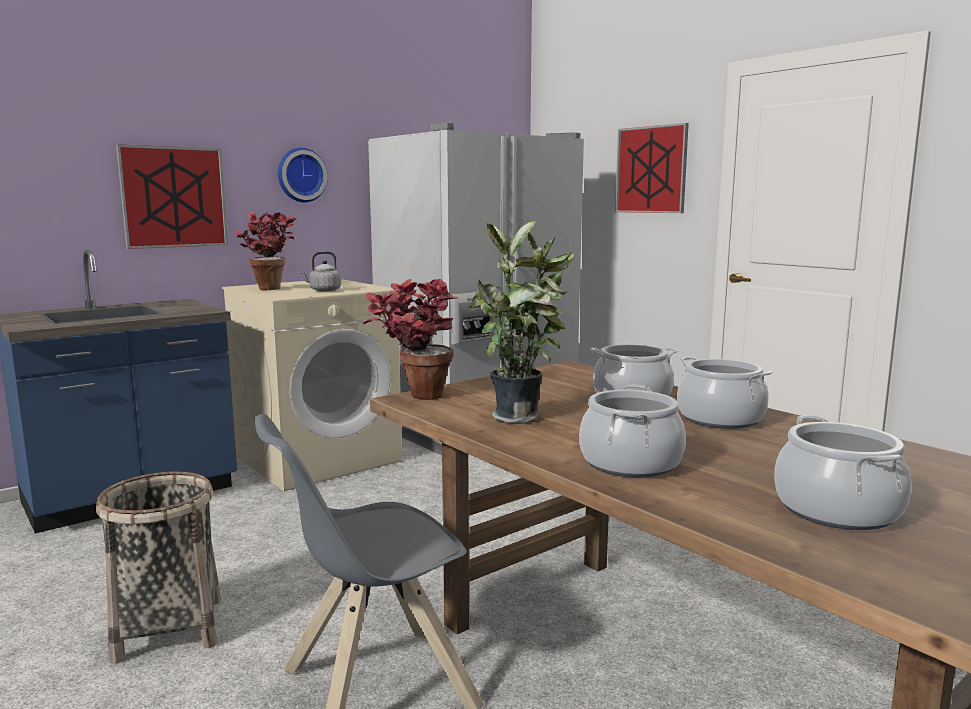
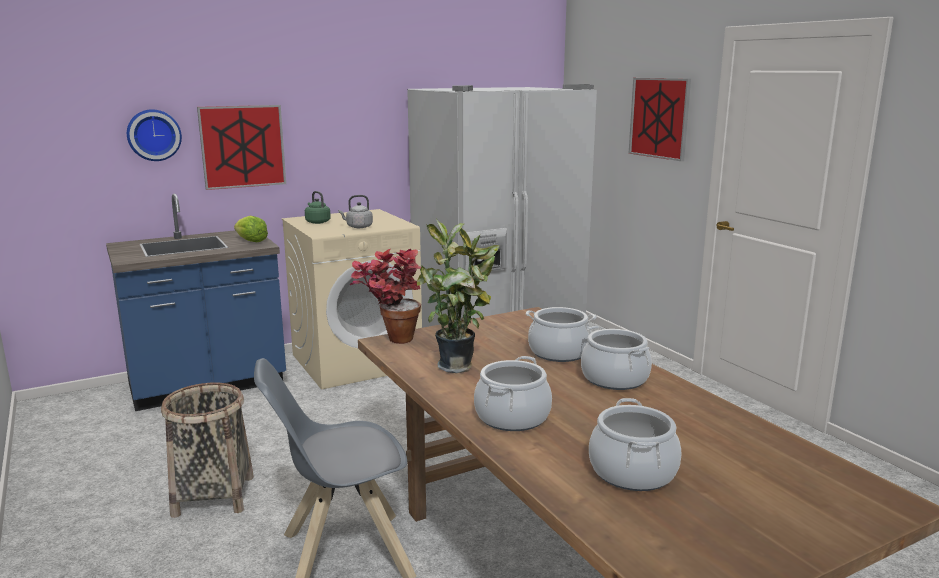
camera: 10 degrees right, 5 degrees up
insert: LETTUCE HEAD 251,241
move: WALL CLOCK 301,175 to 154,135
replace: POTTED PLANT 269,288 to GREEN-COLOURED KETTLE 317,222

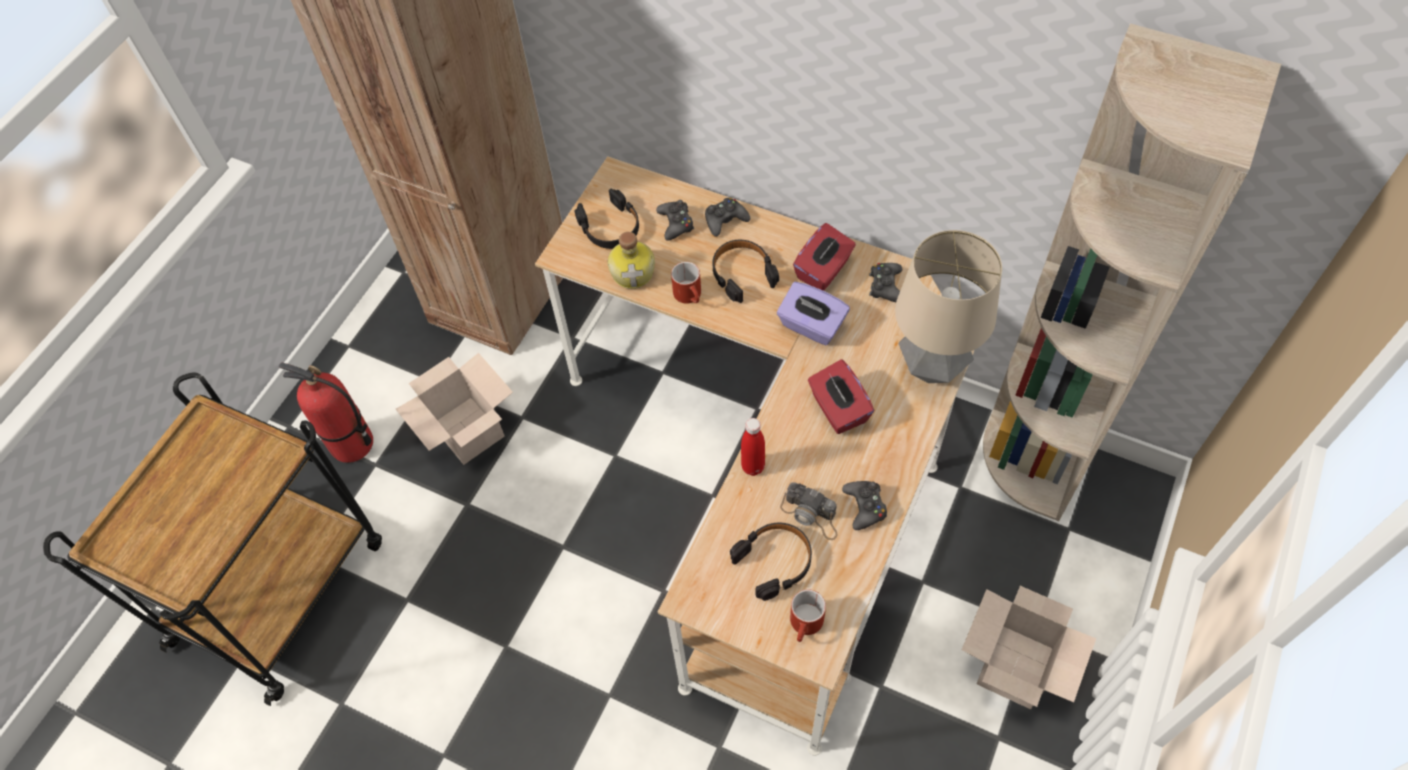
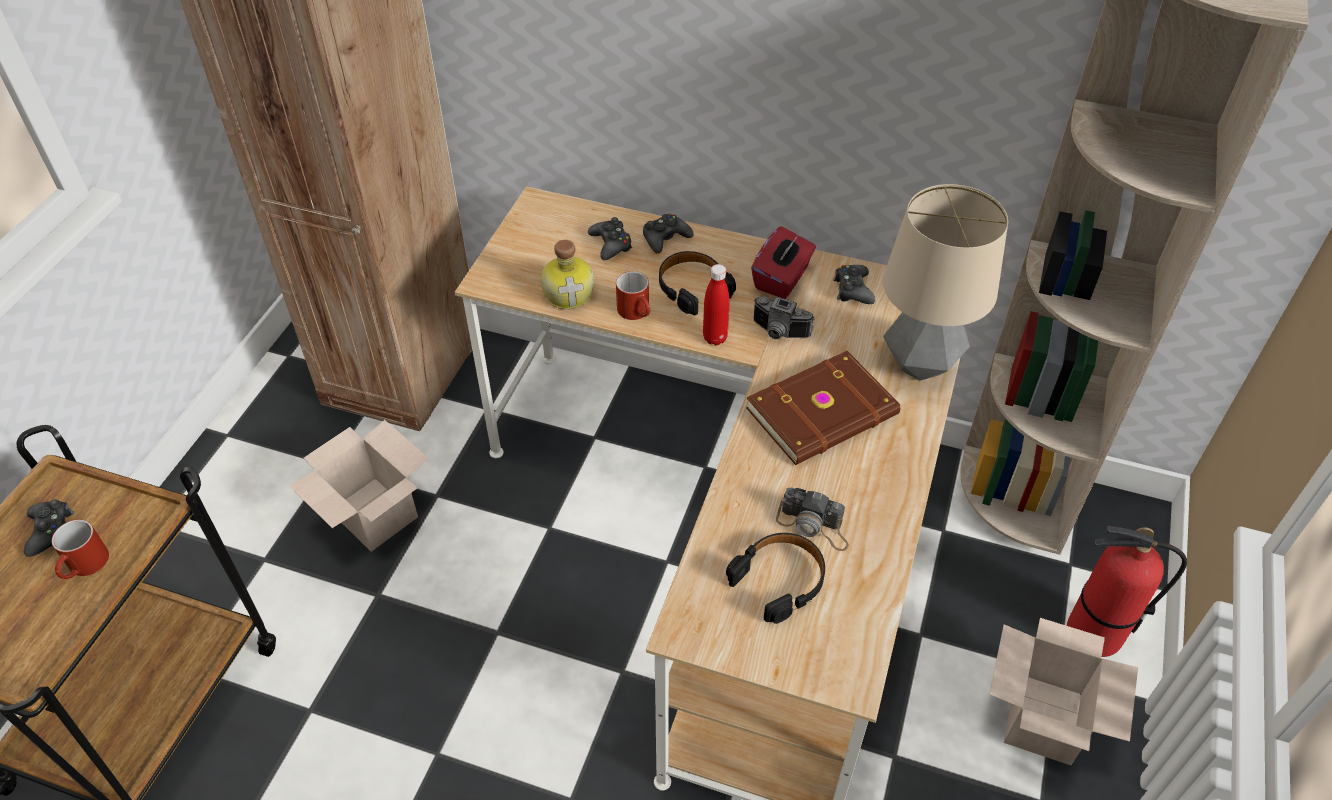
camera: 10 degrees left, 10 degrees down
delete: BLACK PAIR OF HEADPHONES 610,227
move: FIRE EXTINGUISHER 351,444 to 1093,634; RED BOTTLE 753,467 to 715,338; RED MUG 806,626 to 86,567; BLACK GAME CONTROLLER 865,507 to 51,531
replace: PURPLE-COLOURED TISSUE BOX 811,326 to PHOTO CAMERA 778,333; RED TISSUE BOX 838,409 to BROWNISH BOOK 824,413

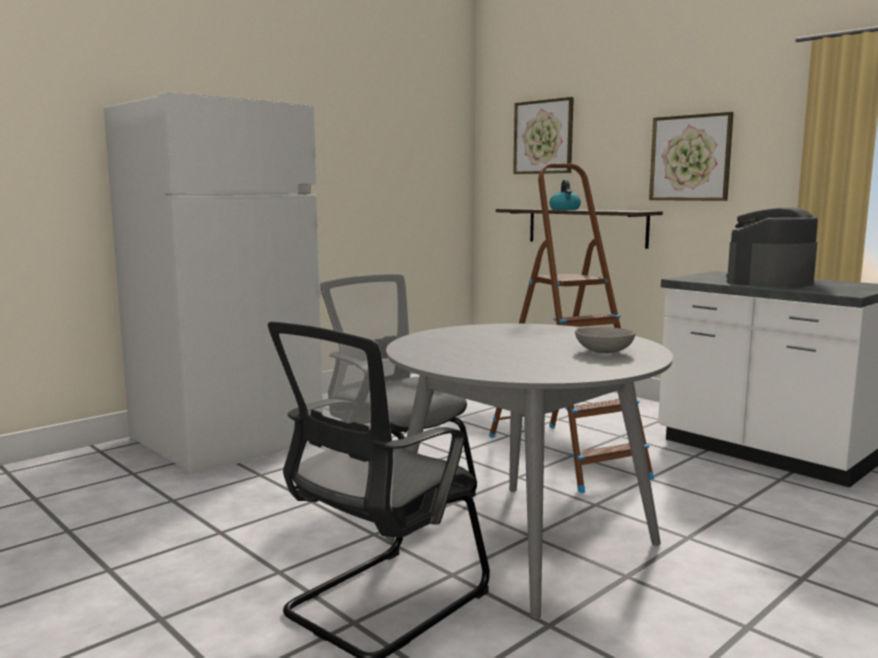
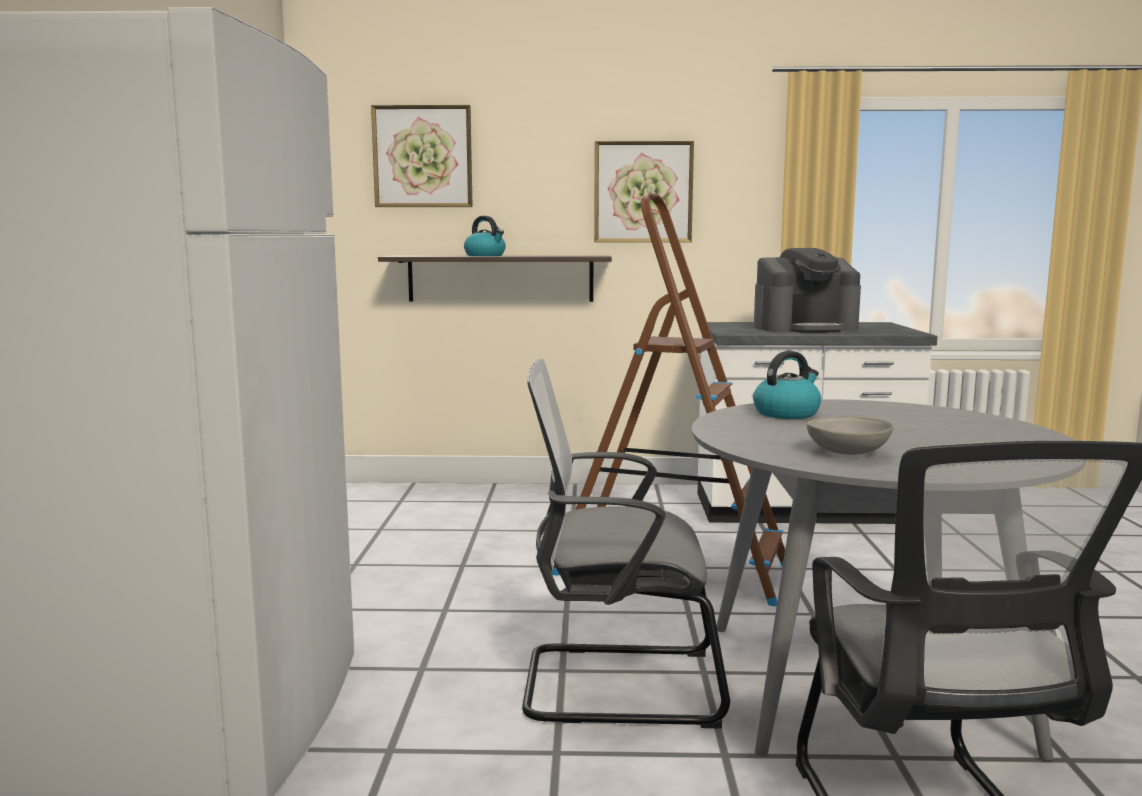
camera: 45 degrees left, 0 degrees up
insert: KETTLE 787,413
move: GRAY SERVING BOWL 603,352 to 848,453
rotate: COFFEE MAKER 769,281 = 805,328 105 degrees counterclockwise

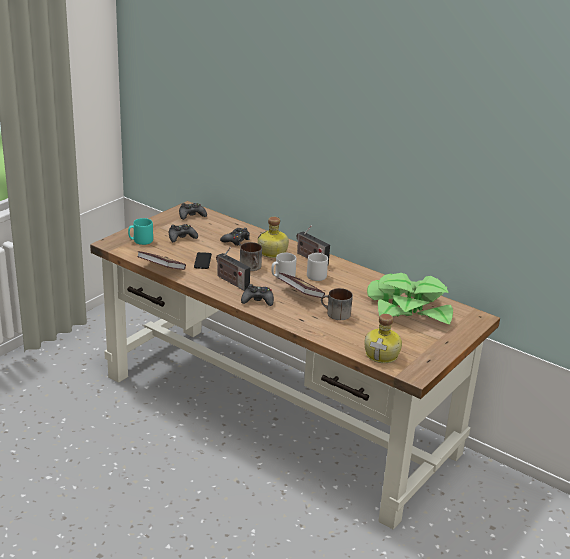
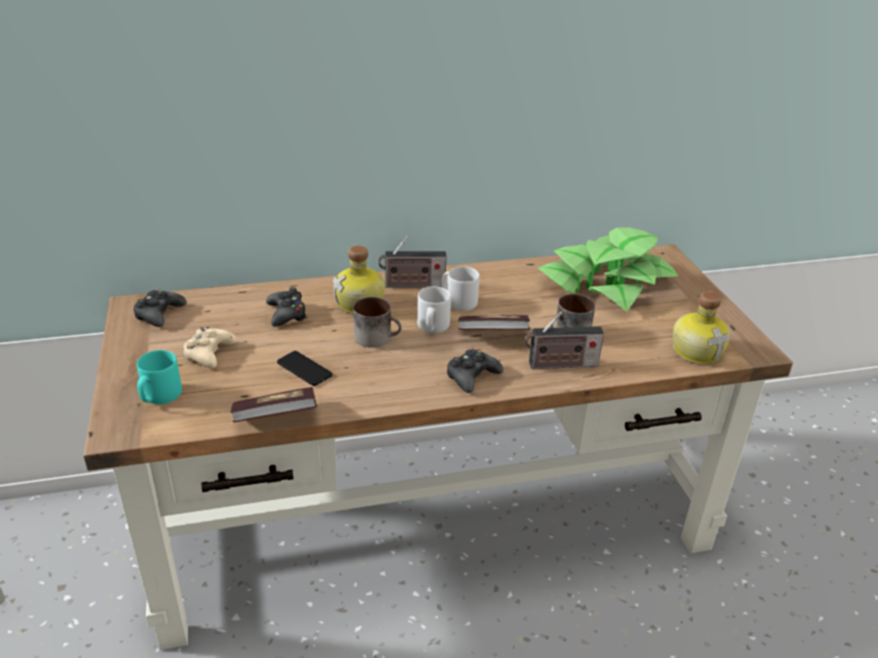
camera: 50 degrees left, 5 degrees up
move: RADIO RECEIVER 231,281 to 560,365
recolor: BLACK GAME CONTROLLER 181,237 to BEIGE GAME CONTROLLER 209,353

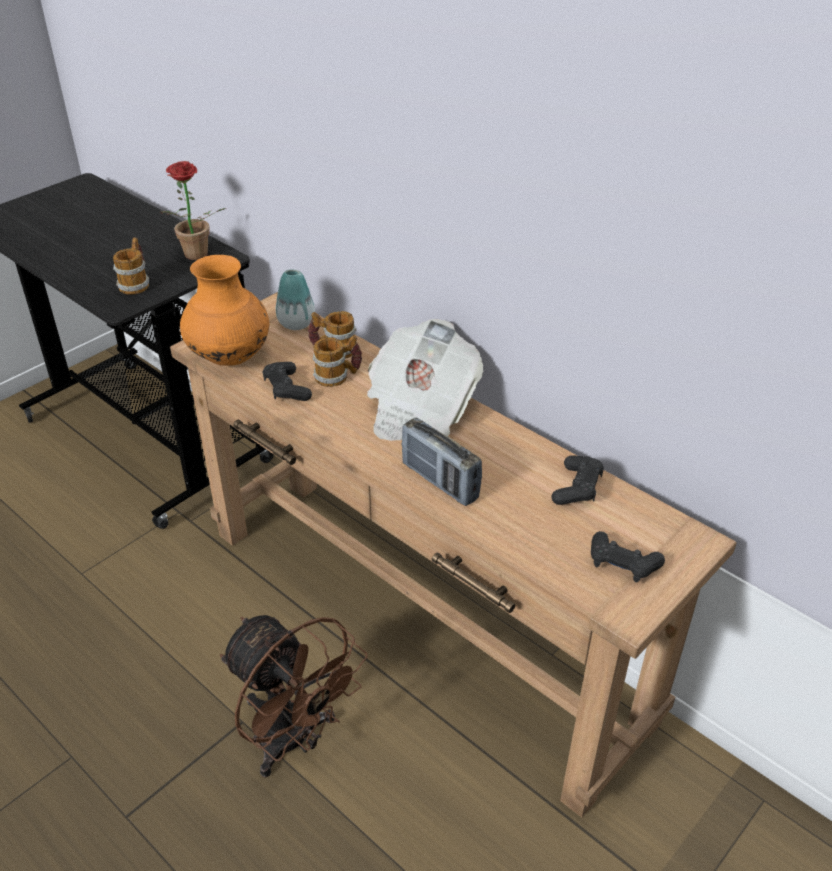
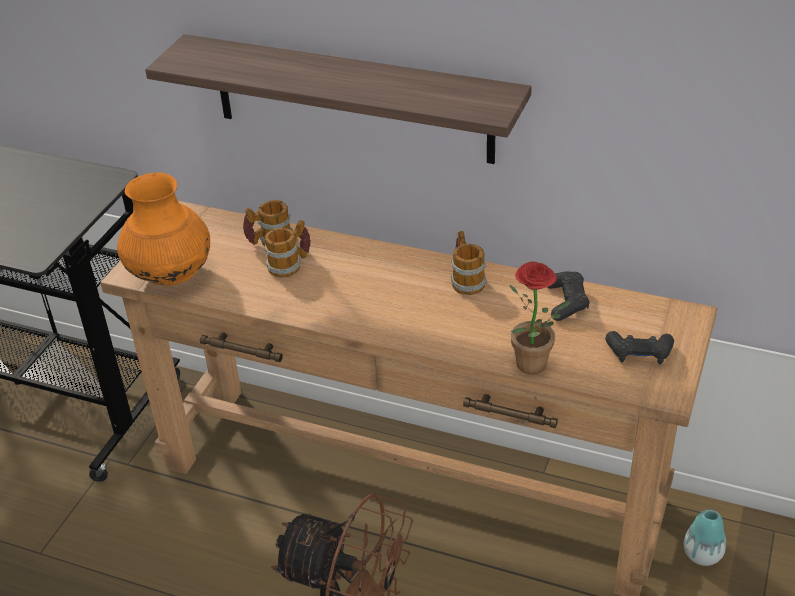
camera: 20 degrees left, 0 degrees up
delete: BLACK GAME CONTROLLER 286,389; PRINTED PAPER 419,408; RADIO RECEIVER 440,481
insert: WALL SHELF 352,99
move: MUG 136,283 to 466,280; POTTED PLANT 194,257 to 533,368; FLOWER VASE 296,324 to 702,554

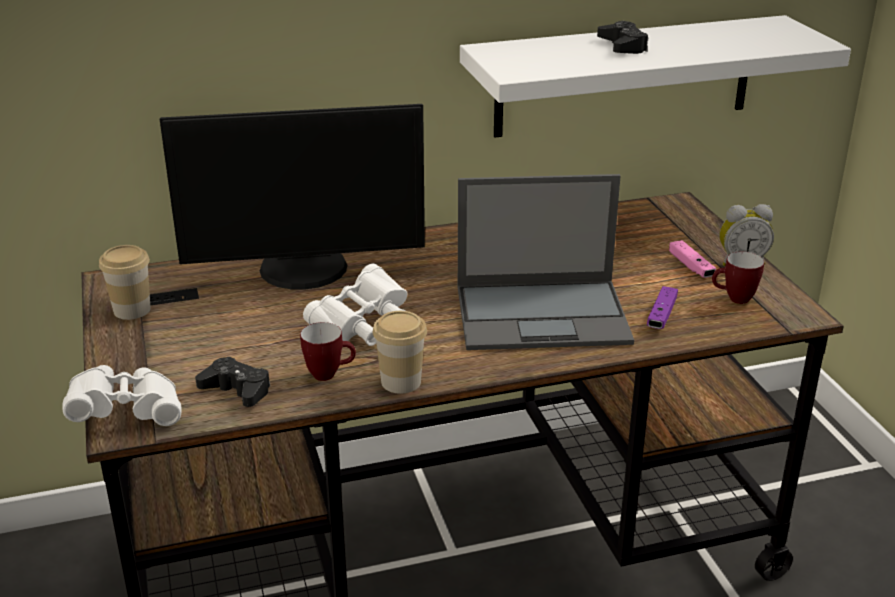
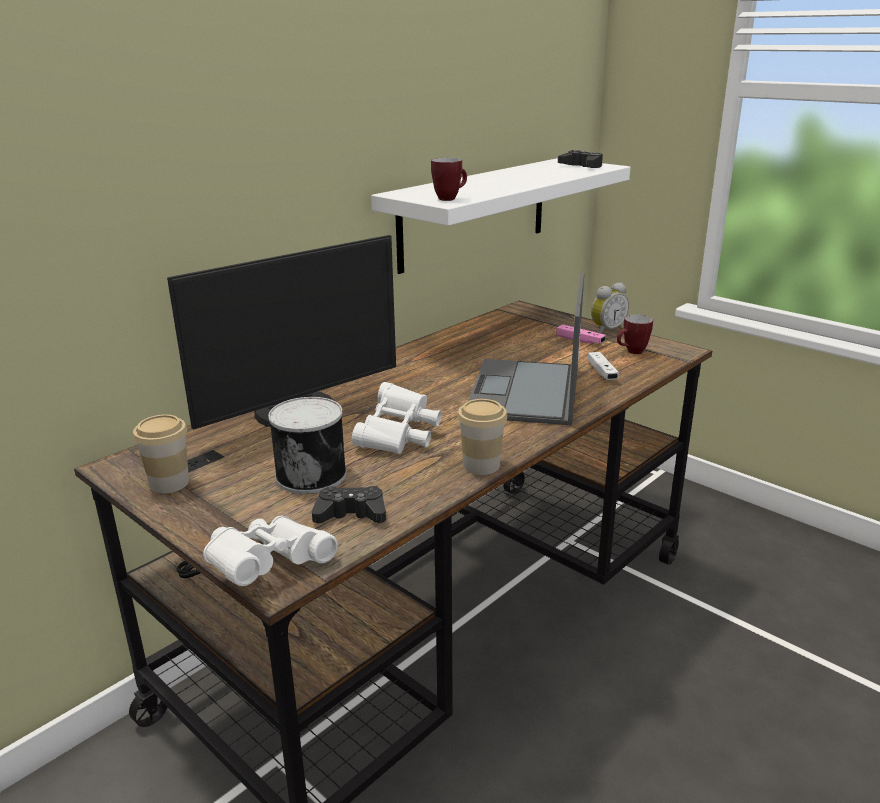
camera: 30 degrees left, 5 degrees down
insert: METAL CAN 312,474
move: MUG 329,374 to 450,198; BLACK GAME CONTROLLER 623,46 to 581,166
recolor: PURPLE-COLOURED GAME CONTROLLER 661,315 to WHITE GAME CONTROLLER 602,372
rotate: LAPTOP 544,314 = 525,392 135 degrees clockwise

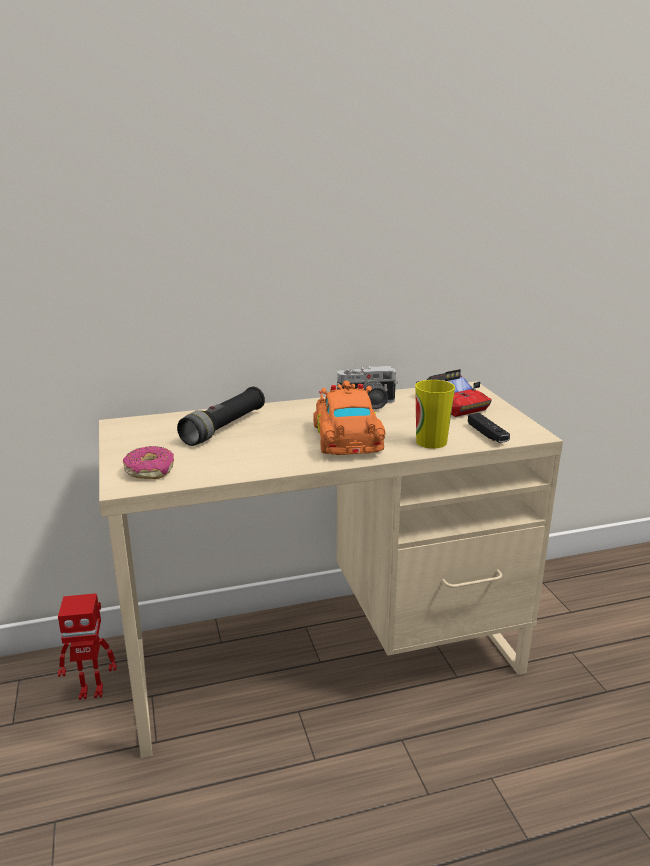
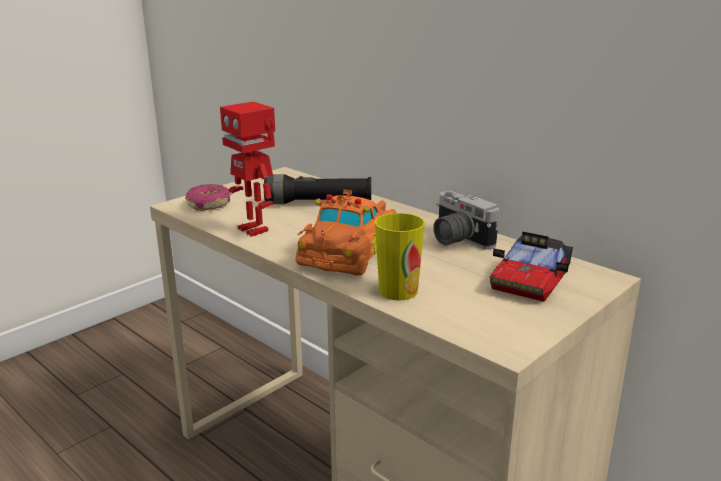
camera: 60 degrees right, 0 degrees up
delete: BLACK GAME CONTROLLER 487,434
move: MODEL ROBOT 92,691 to 254,229
rotate: ORANGE MODEL CAR 346,440 = 350,252 150 degrees clockwise

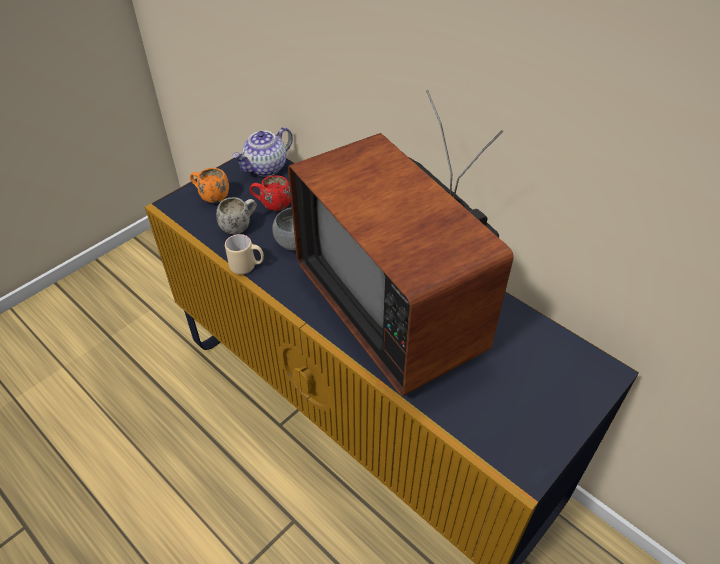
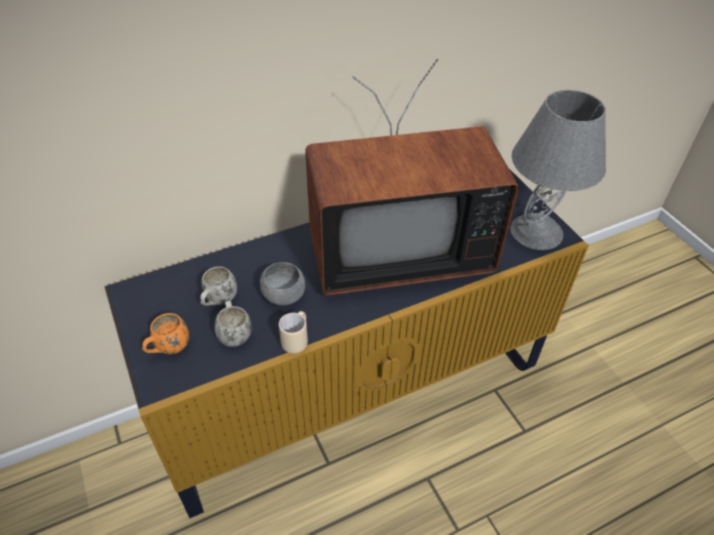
camera: 70 degrees left, 0 degrees up
delete: TEAPOT 266,168
insert: GRAY LAMP FOR A TABLE 536,231
recolor: RED MUG 272,205 to WHITE MUG 219,301

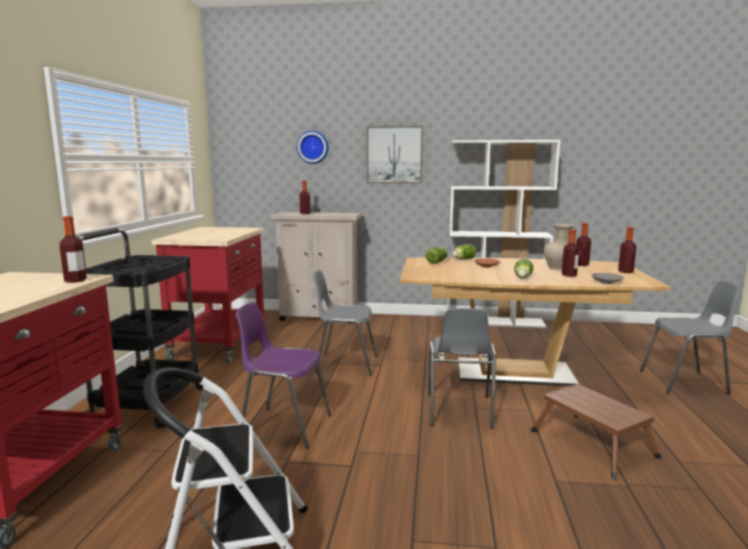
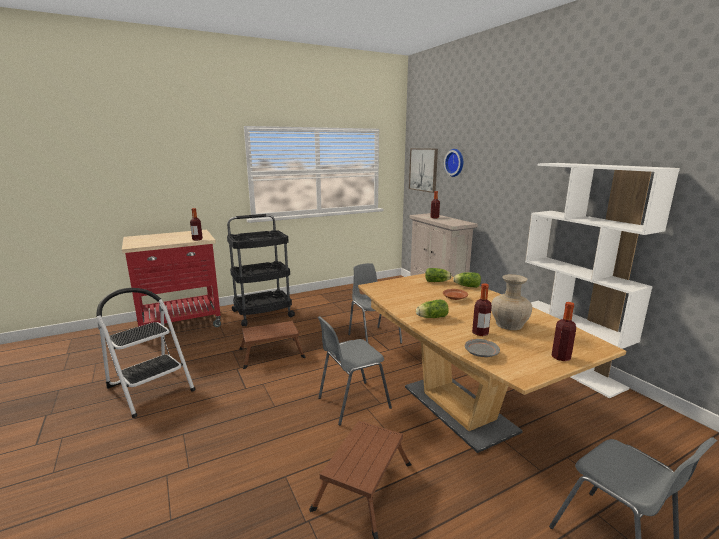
camera: 55 degrees right, 5 degrees up
delete: RED TROLLEY 219,344; BOTTLE 581,265
move: PICTURE 394,155 to 423,169
replace: PURPLE-COLOURED PLAIN CHAIR 284,426 to BROWNISH STEP STOOL 272,353

